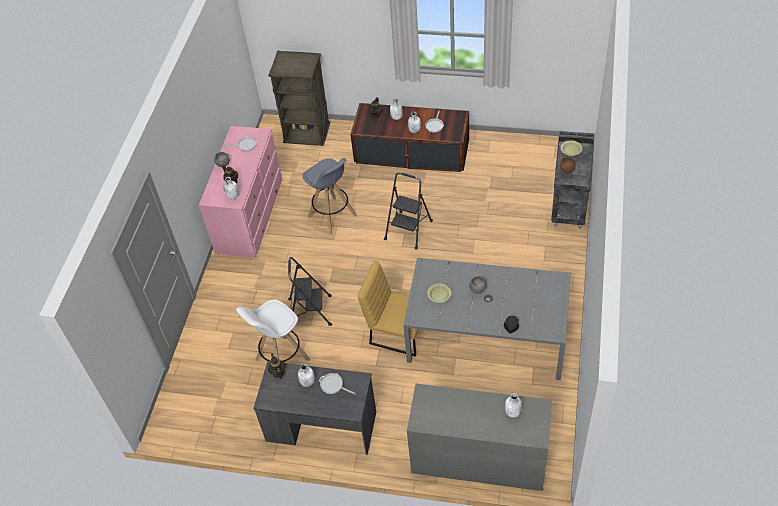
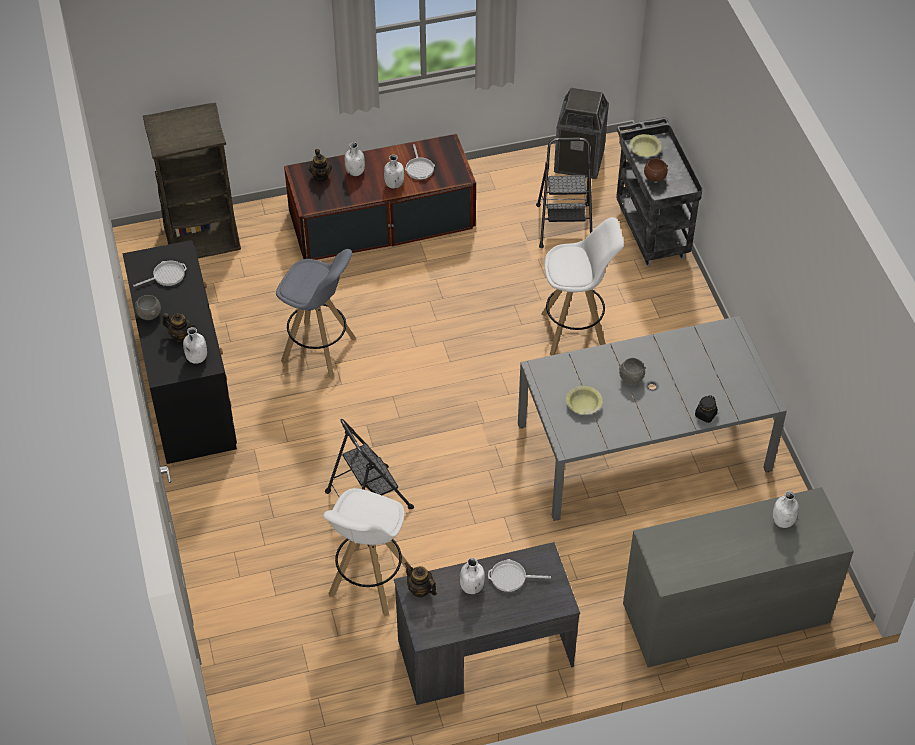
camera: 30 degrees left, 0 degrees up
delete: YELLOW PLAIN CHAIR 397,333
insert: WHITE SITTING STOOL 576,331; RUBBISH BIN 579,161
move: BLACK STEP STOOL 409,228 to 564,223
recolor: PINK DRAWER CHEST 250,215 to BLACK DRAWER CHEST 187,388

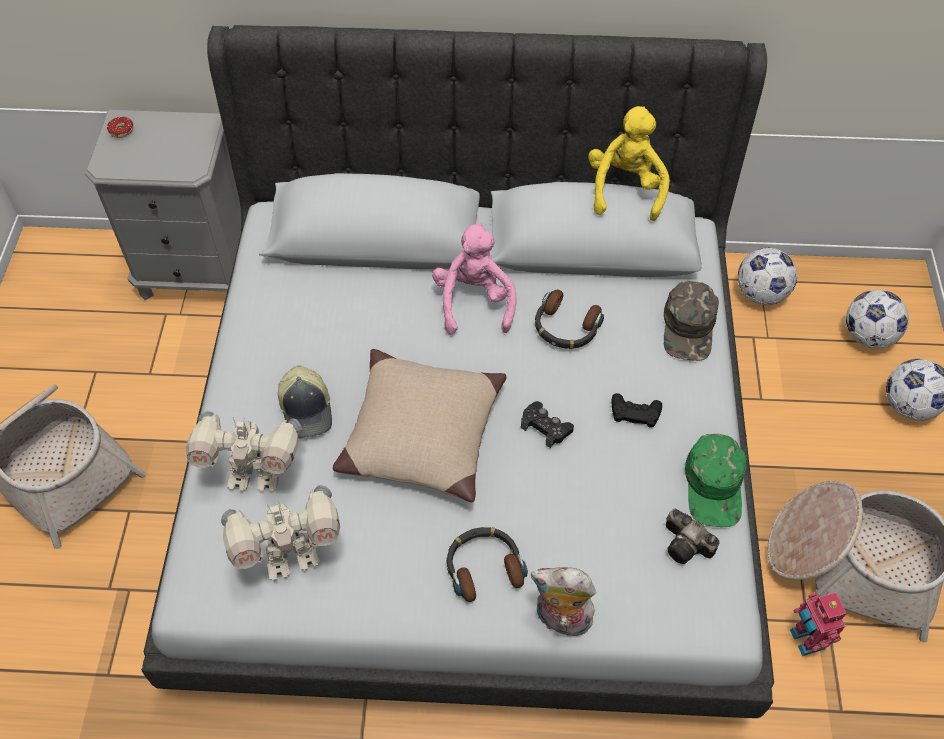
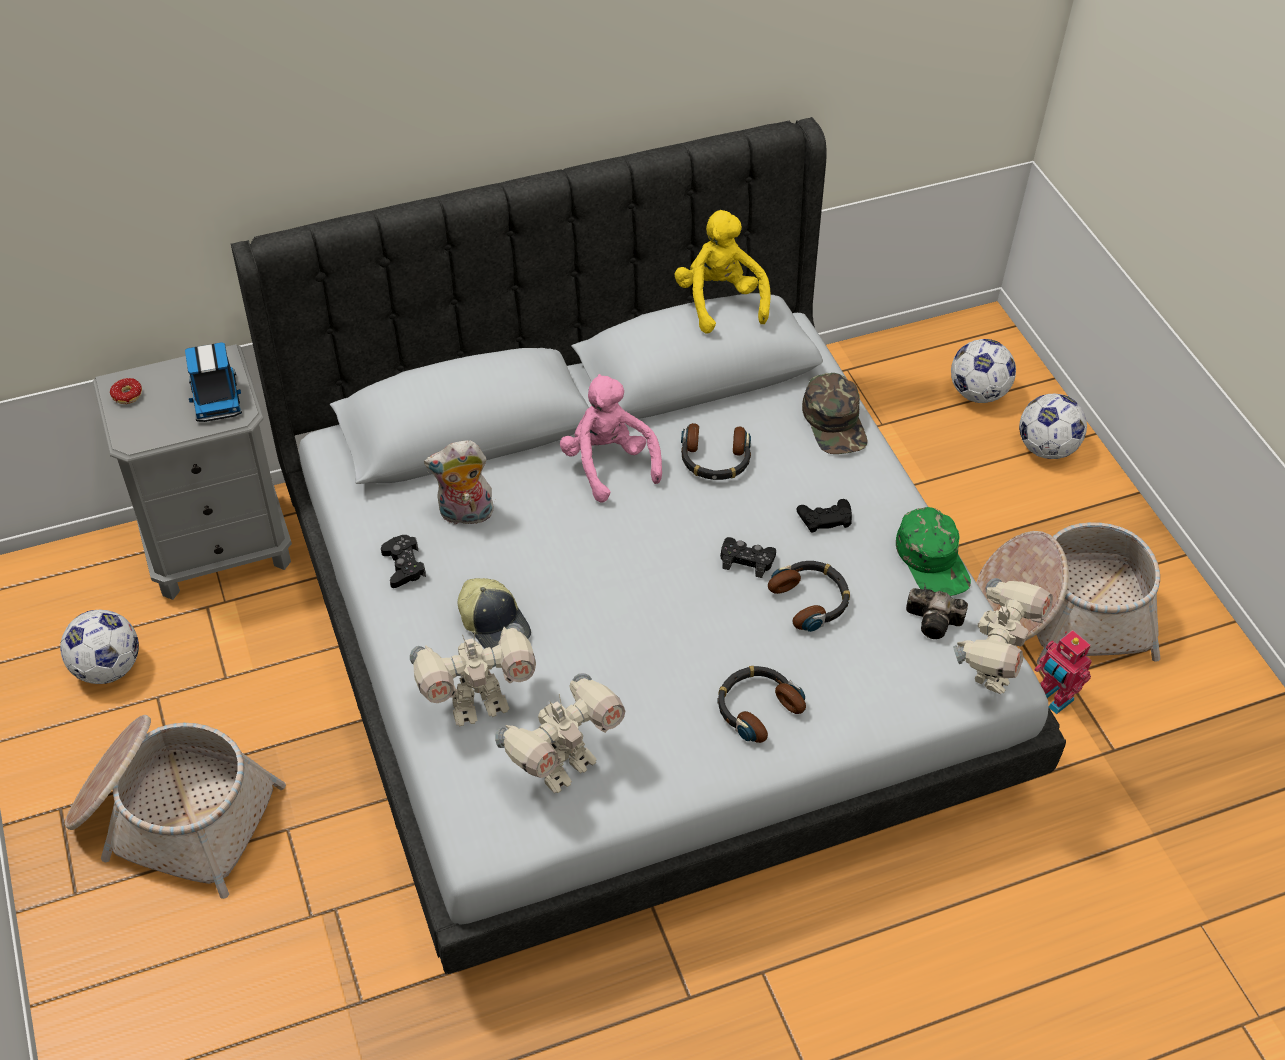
camera: 25 degrees left, 5 degrees down
delete: BEIGE THROW PILLOW 421,433
insert: TOY LORRY 216,397; BLACK GAME CONTROLLER 403,566; PAIR OF HEADPHONES 811,600; MODEL ROBOT 991,669
move: CUDDLY TOY 561,620 to 465,515; FOOTBALL 761,294 to 108,668

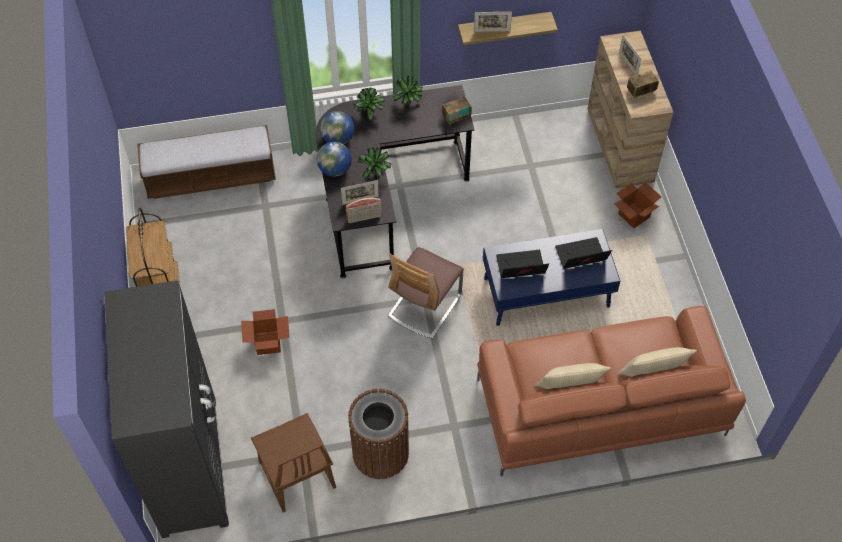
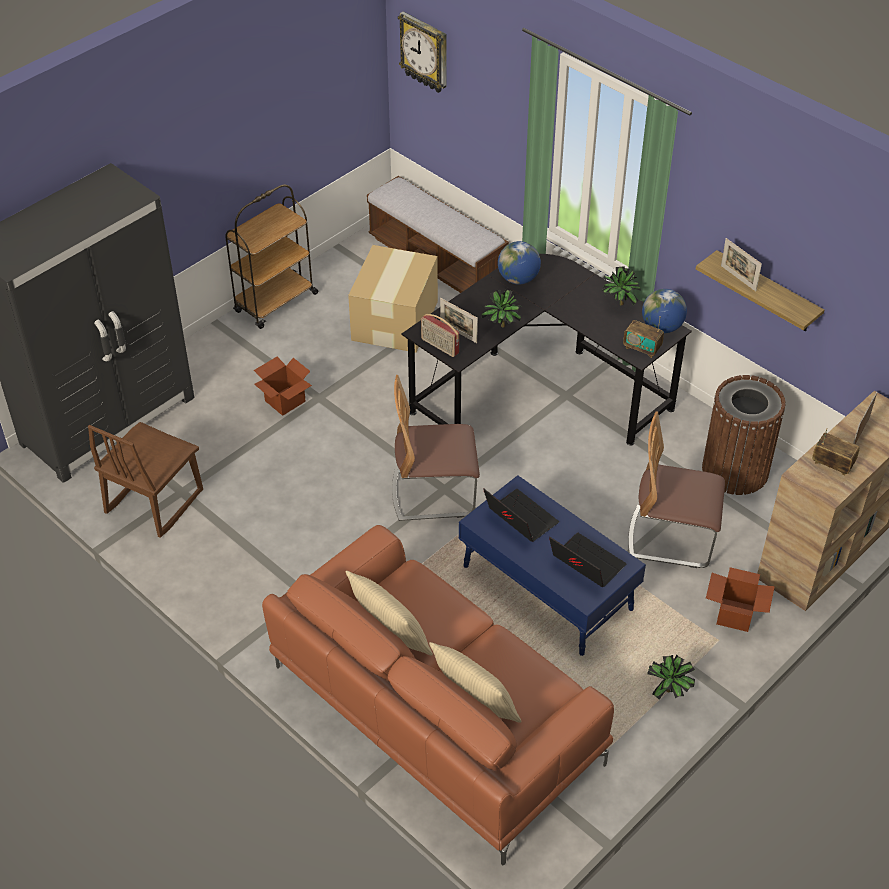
camera: 55 degrees right, 10 degrees down
insert: CARDBOARD BOX 396,319; WALL CLOCK 425,52; PLAIN CHAIR 671,538
move: DESK GLOBE 335,169 to 662,327; BROWNISH RUBBISH BIN 380,453 to 735,470; POTTED PLANT 370,115 to 669,693

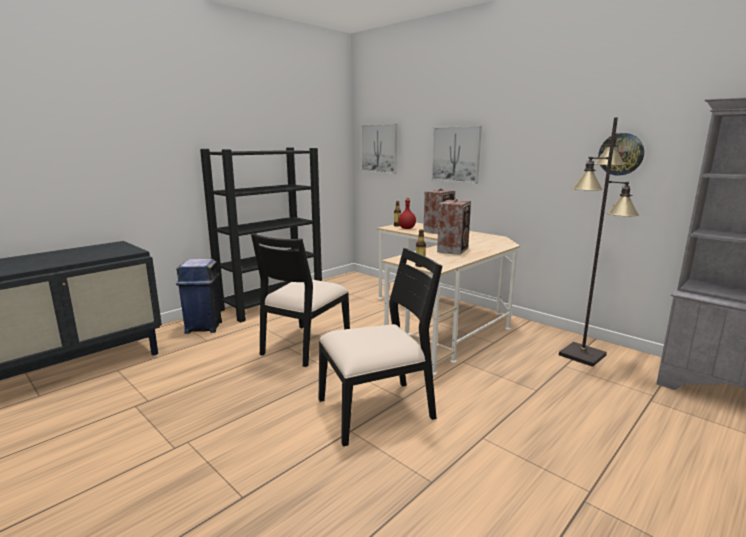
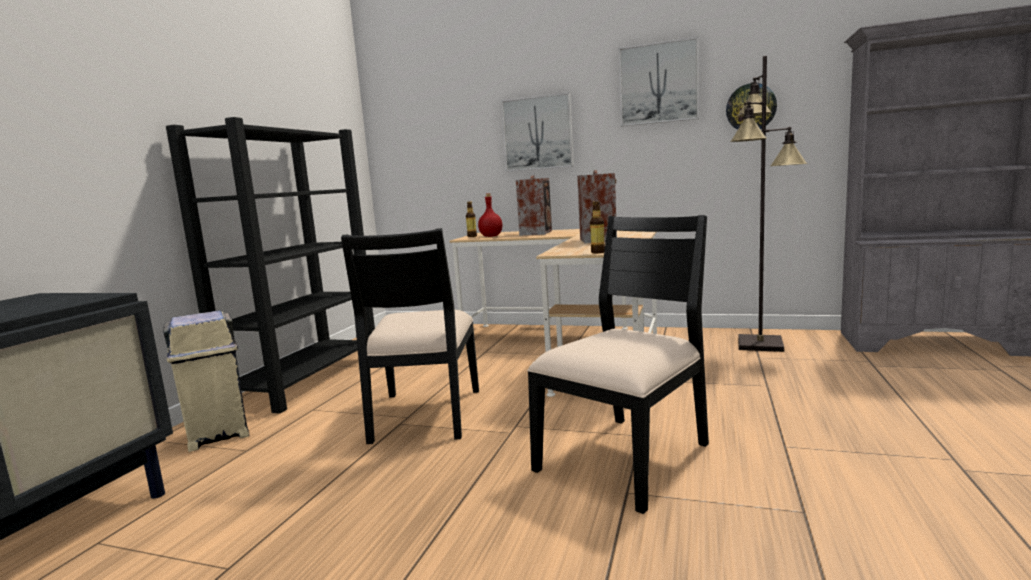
camera: 25 degrees left, 5 degrees down
move: PICTURE 379,148 to 658,83
recolor: BLUE RUBBISH BIN 204,327 to BEIGE RUBBISH BIN 218,434

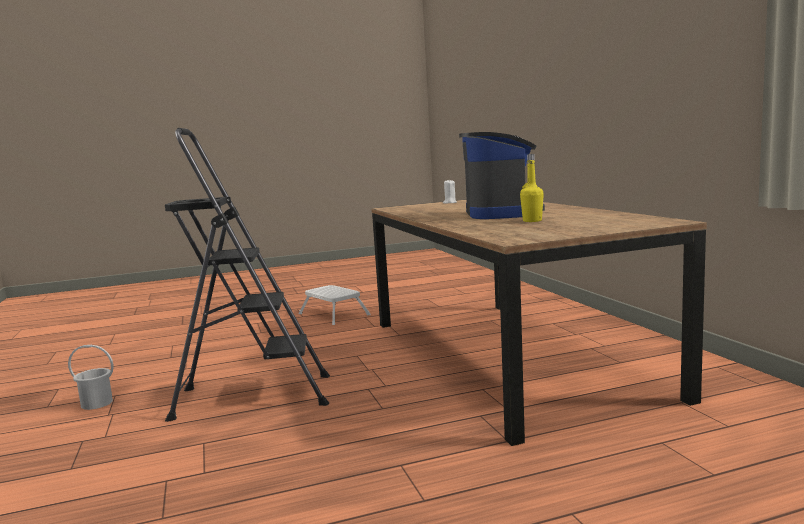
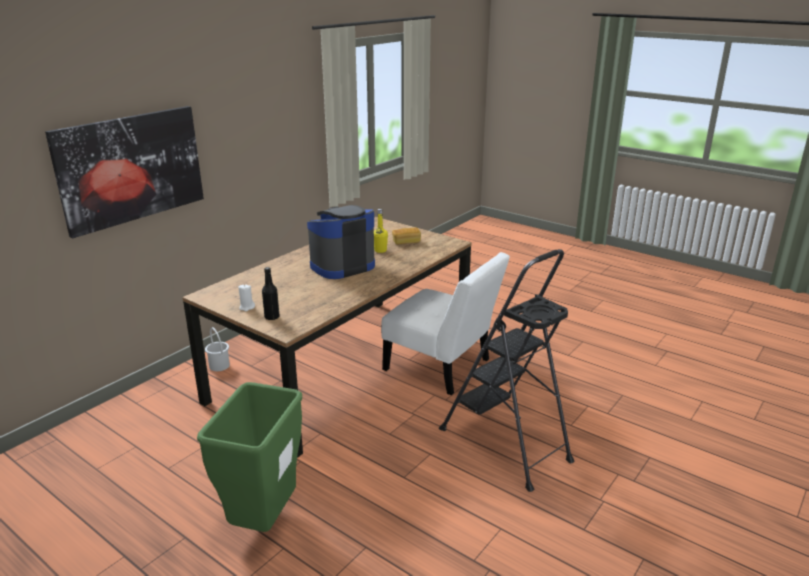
camera: 125 degrees left, 15 degrees up
insert: PICTURE 131,168; BLACK BOTTLE 272,317; WHITE PLAIN CHAIR 442,367; BAKERY BREAD 406,242
move: WHITE PAIL 97,403 to 219,365
replace: WHITE STEP STOOL 333,314 to GREEN-COLOURED RUBBISH BIN 265,520

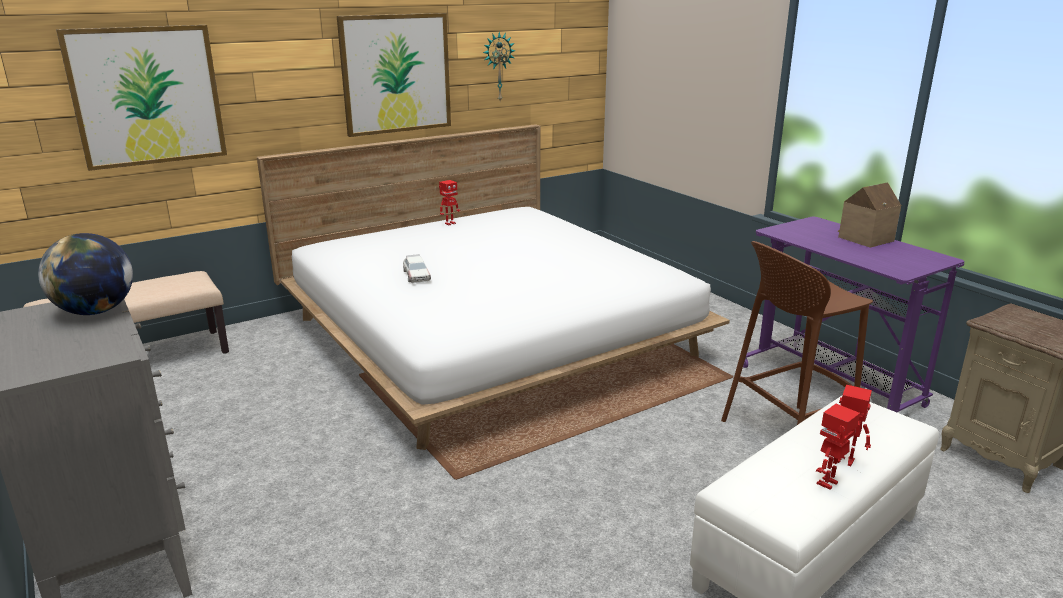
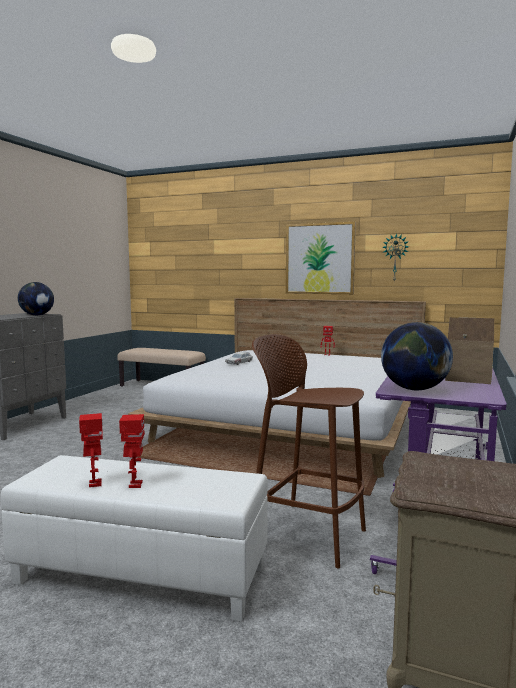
camera: 55 degrees right, 15 degrees down
delete: PICTURE 147,96
insert: DESK GLOBE 414,389
rotate: MODEL ROBOT 828,483 = 94,484 60 degrees clockwise

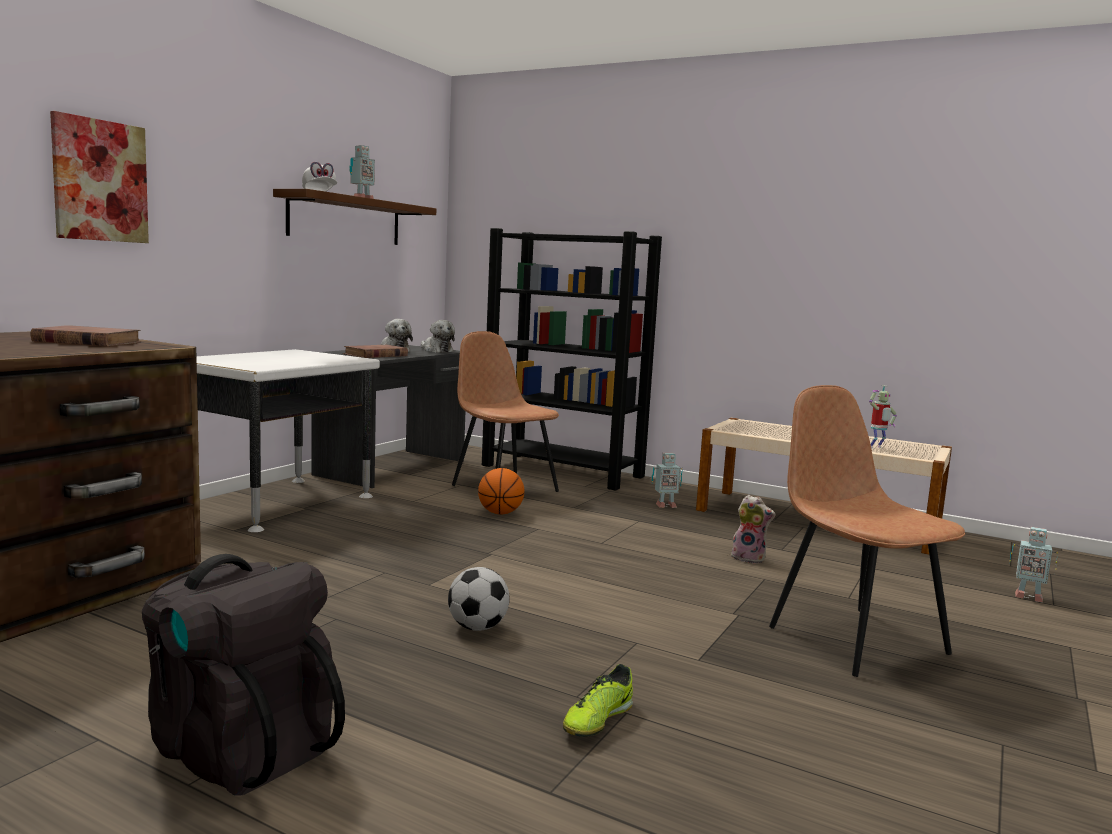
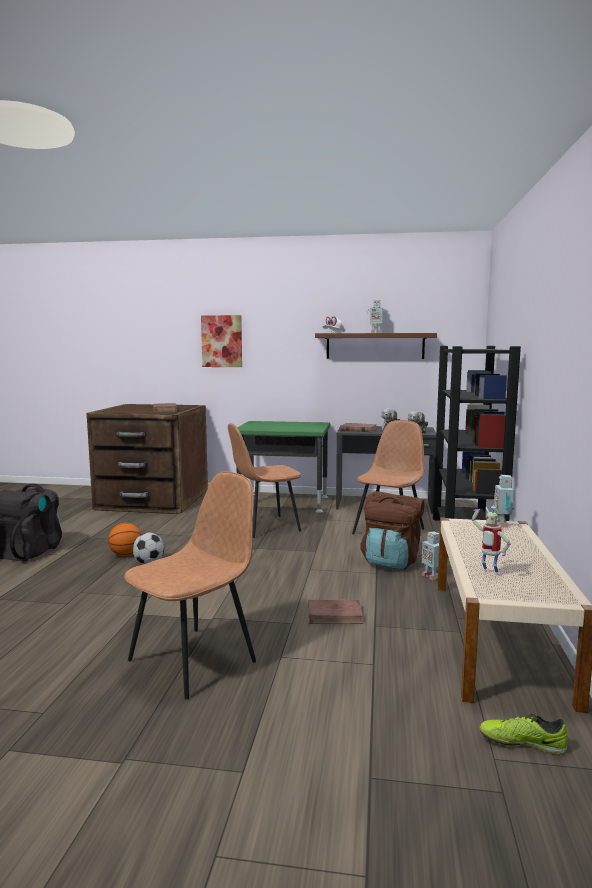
camera: 70 degrees right, 0 degrees up
insert: BROWNISH PLAIN CHAIR 265,526; BROWNISH KNAPSACK 391,561
move: BASKETBALL BALL 500,513 to 126,555; LOW SHOE 597,720 to 522,742; MODEL ROBOT 1027,596 to 502,525
replace: CUDDLY TOY 749,558 to BROWNISH BOOK 335,615
recolor: WHITE DESK UNIT 278,502 to GREEN-COLOURED DESK UNIT 284,502

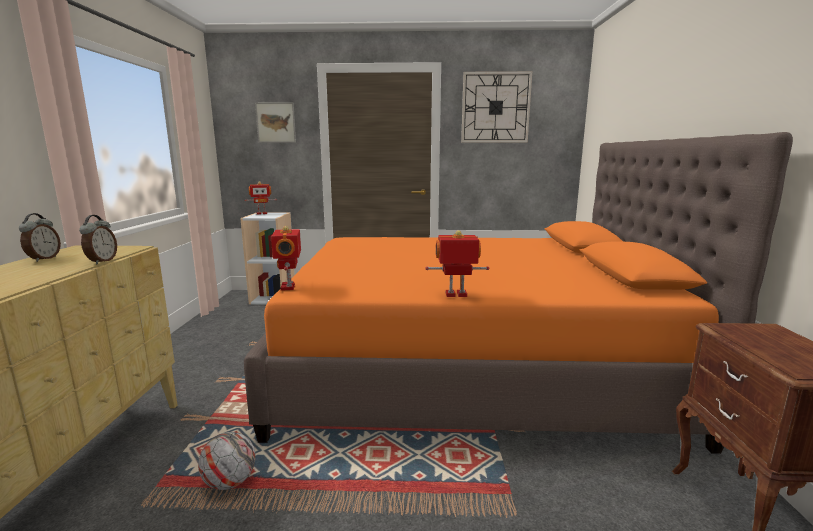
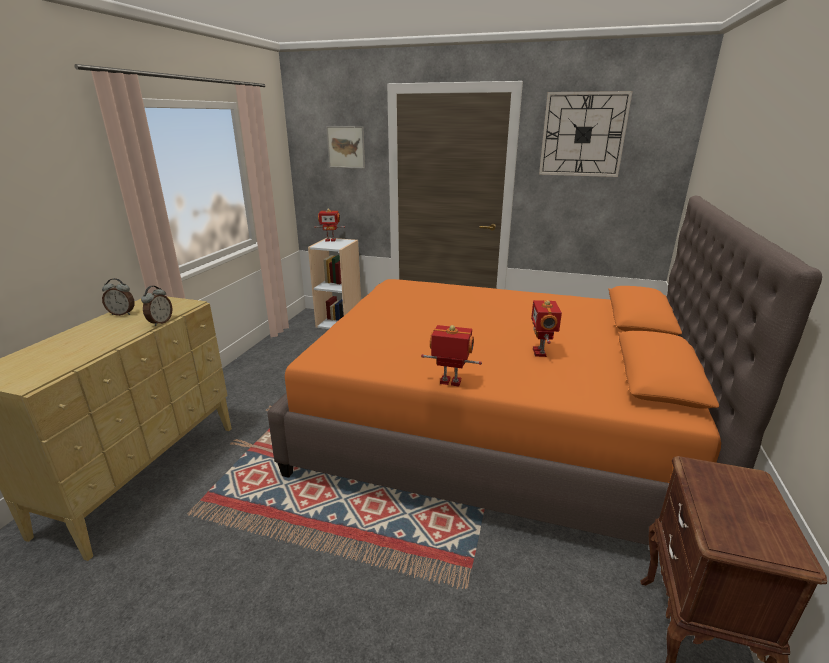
camera: 15 degrees right, 10 degrees up
delete: FOOTBALL 230,482
move: MODEL ROBOT 289,287 to 540,352
rotate: TABLE CLOCK 43,259 = 122,314 75 degrees clockwise

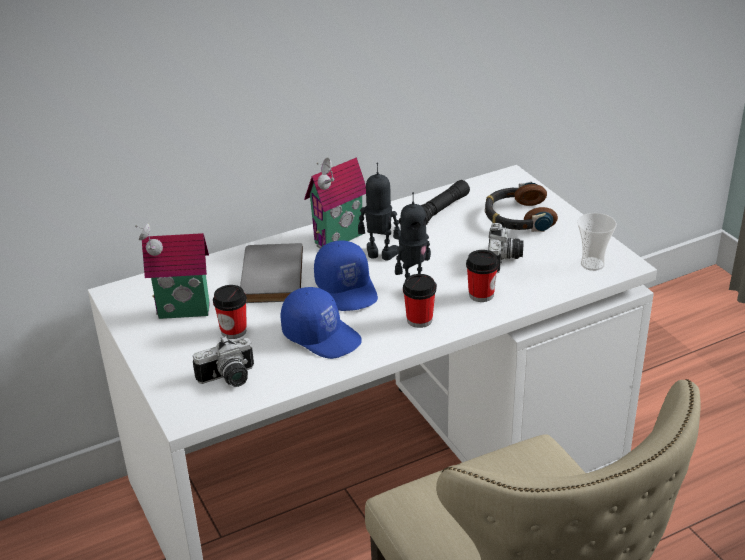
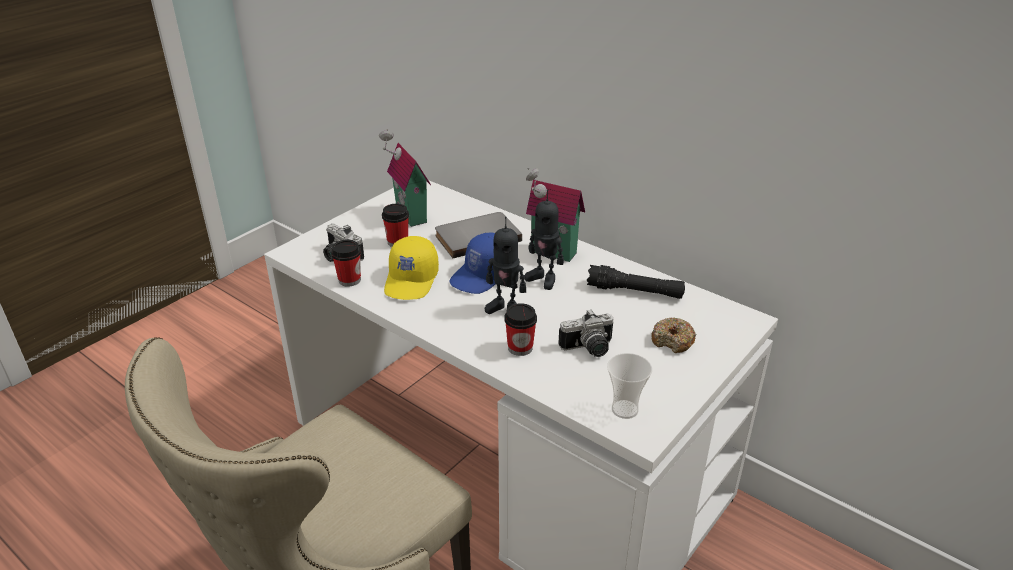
camera: 65 degrees right, 0 degrees up
move: CUP 419,320 to 349,280
replace: PAIR OF HEADPHONES 518,217 to DONUT 672,341
recolor: BLUE CAP 322,335 to YELLOW CAP 412,281
rotate: MODEL ROBOT 380,255 = 543,279 135 degrees clockwise

